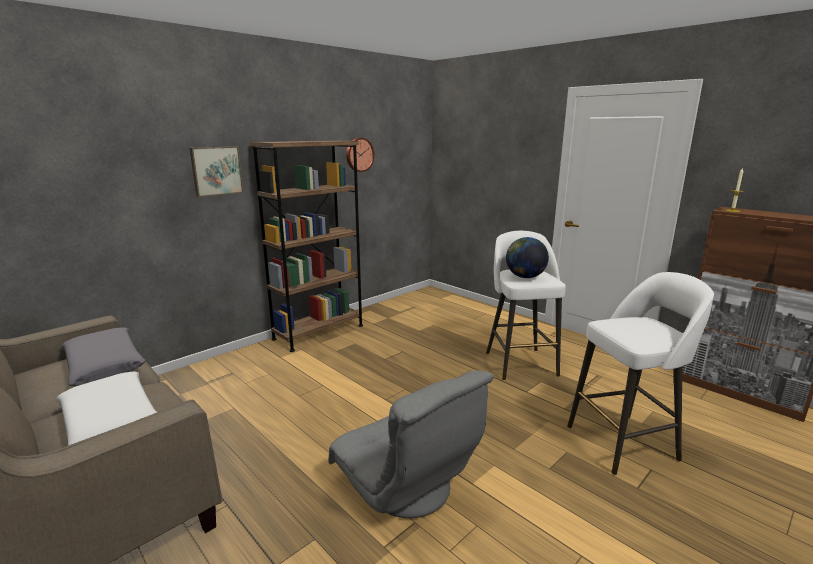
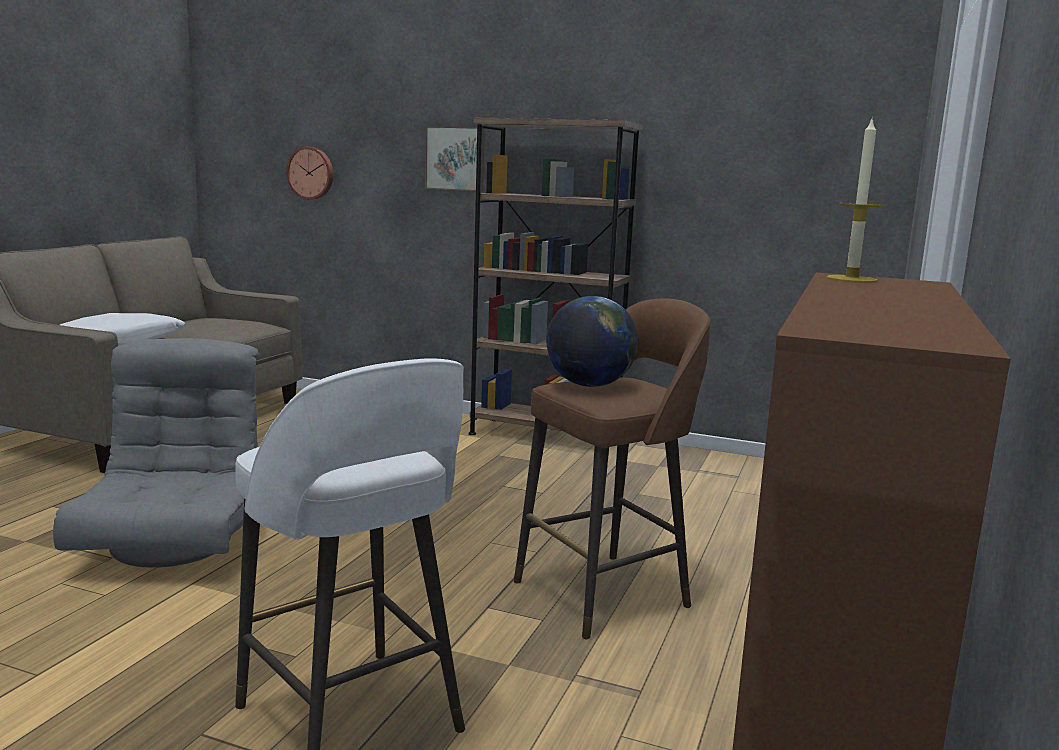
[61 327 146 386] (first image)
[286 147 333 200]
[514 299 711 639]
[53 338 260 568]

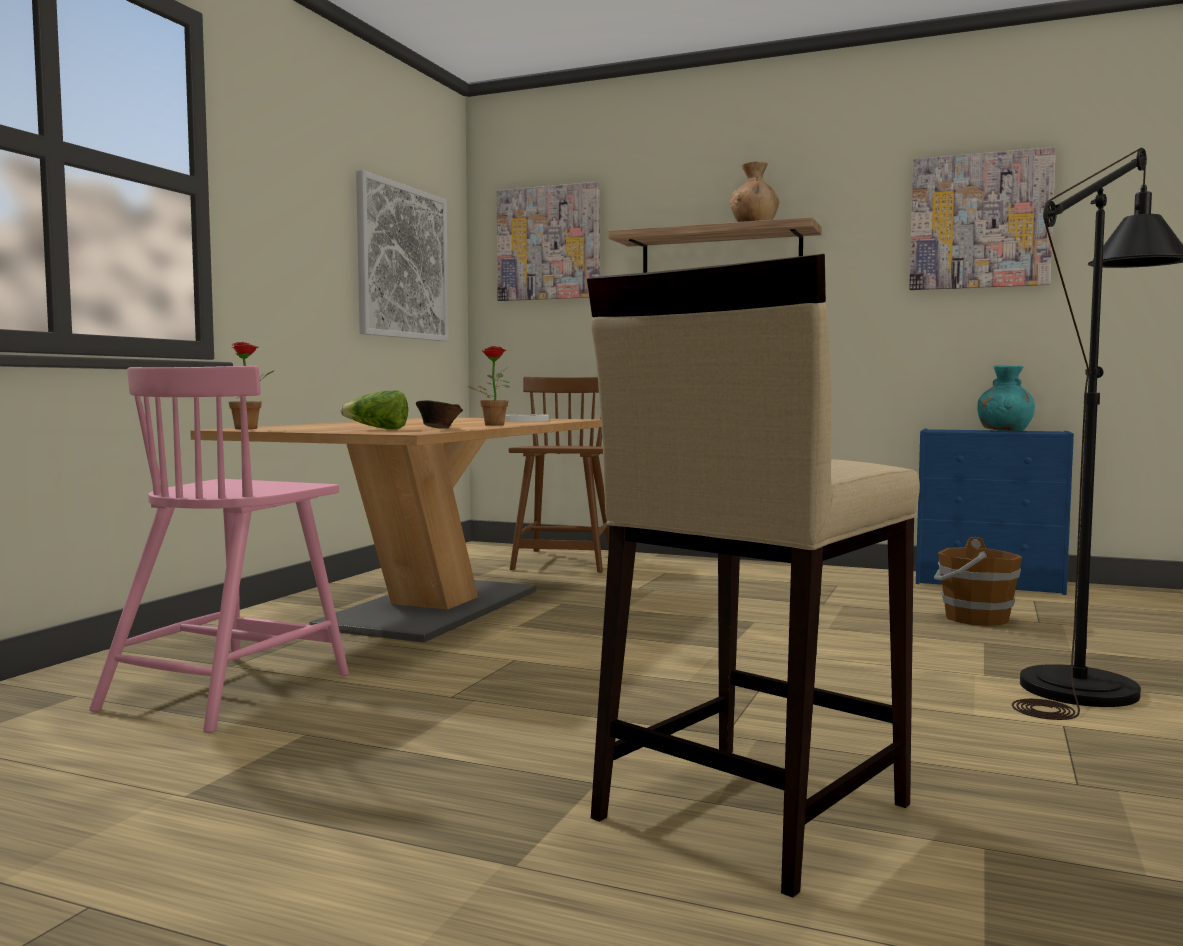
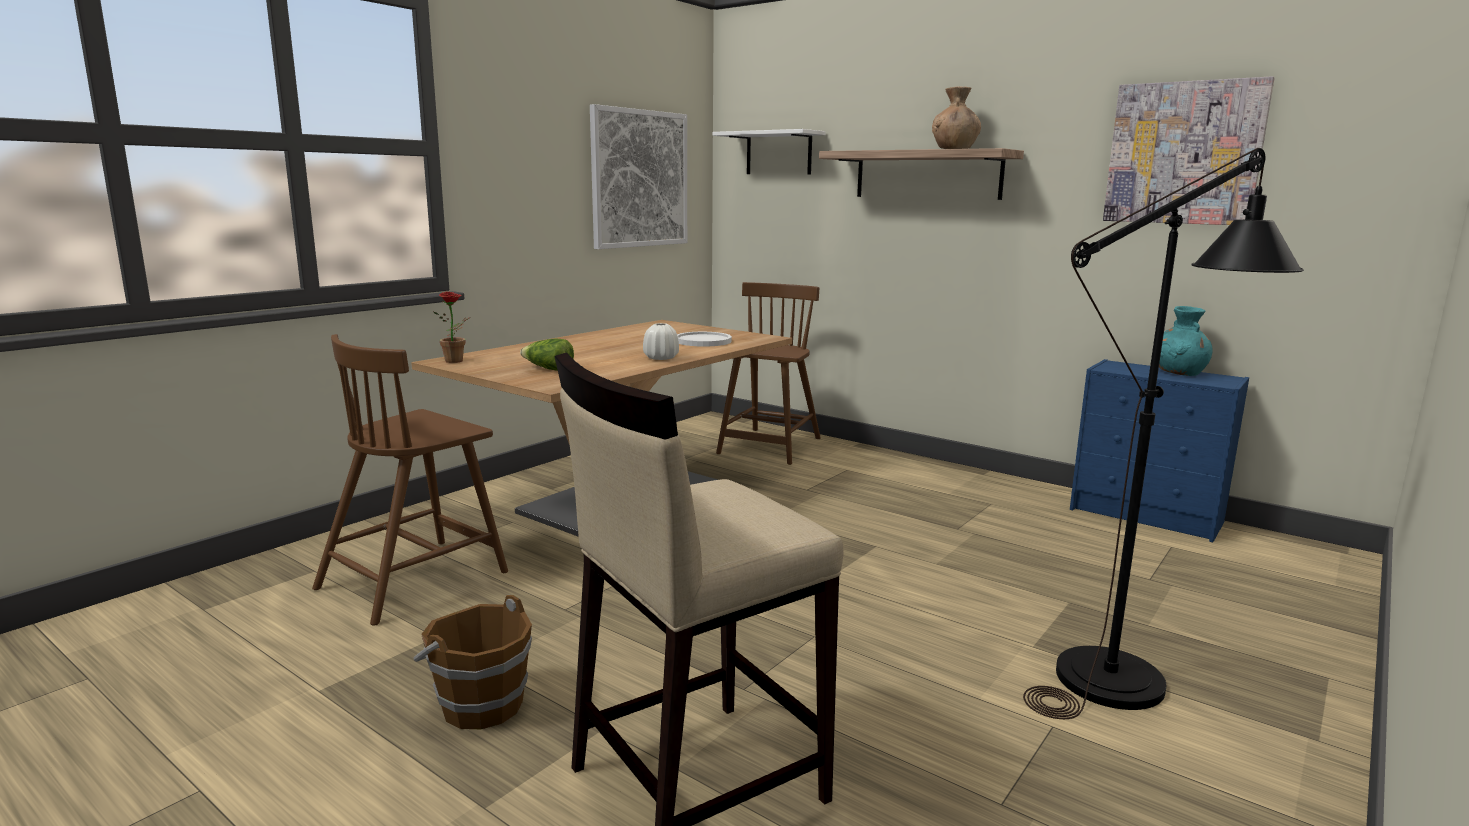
[416 400 463 429] (first image)
[414 595 532 729]
[643 323 679 360]
[712 129 826 175]
[312 334 508 626]

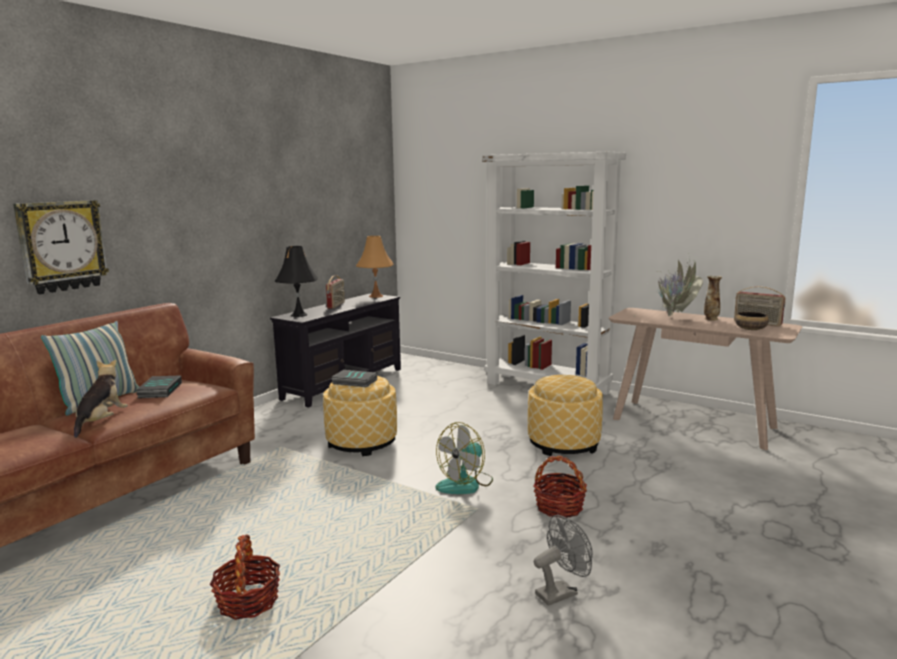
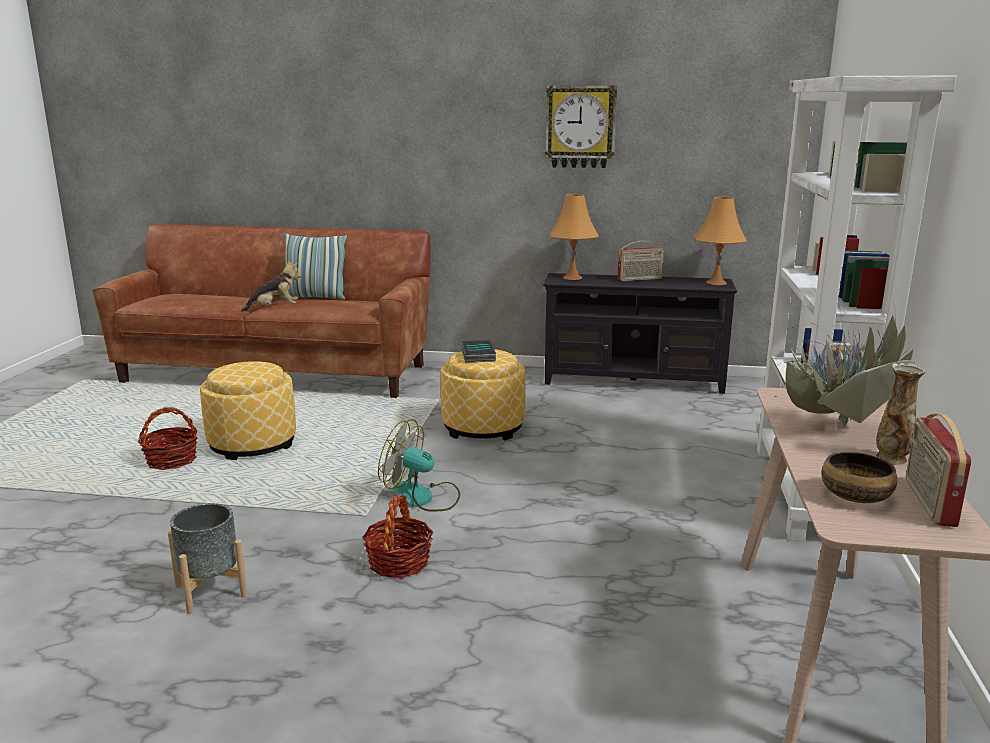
[136 375 182 398] (first image)
[545 85 617 168]
[200 361 296 460]
[168 503 248 614]
[549 194 599 280]

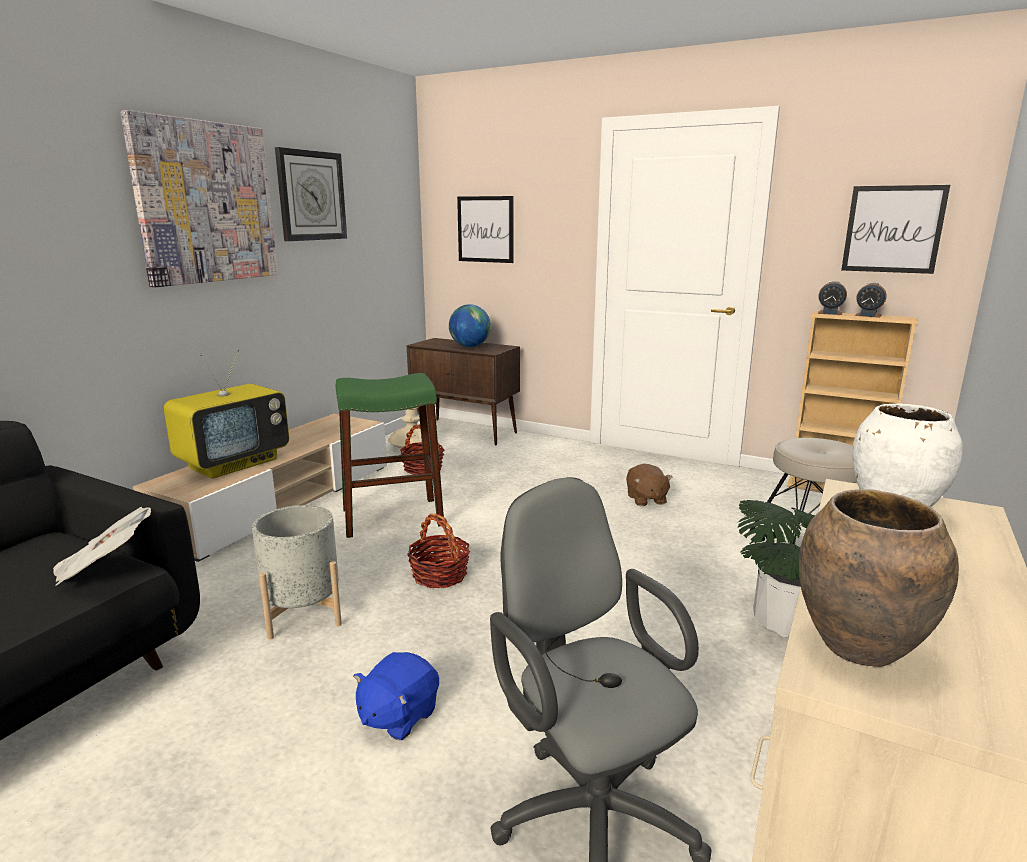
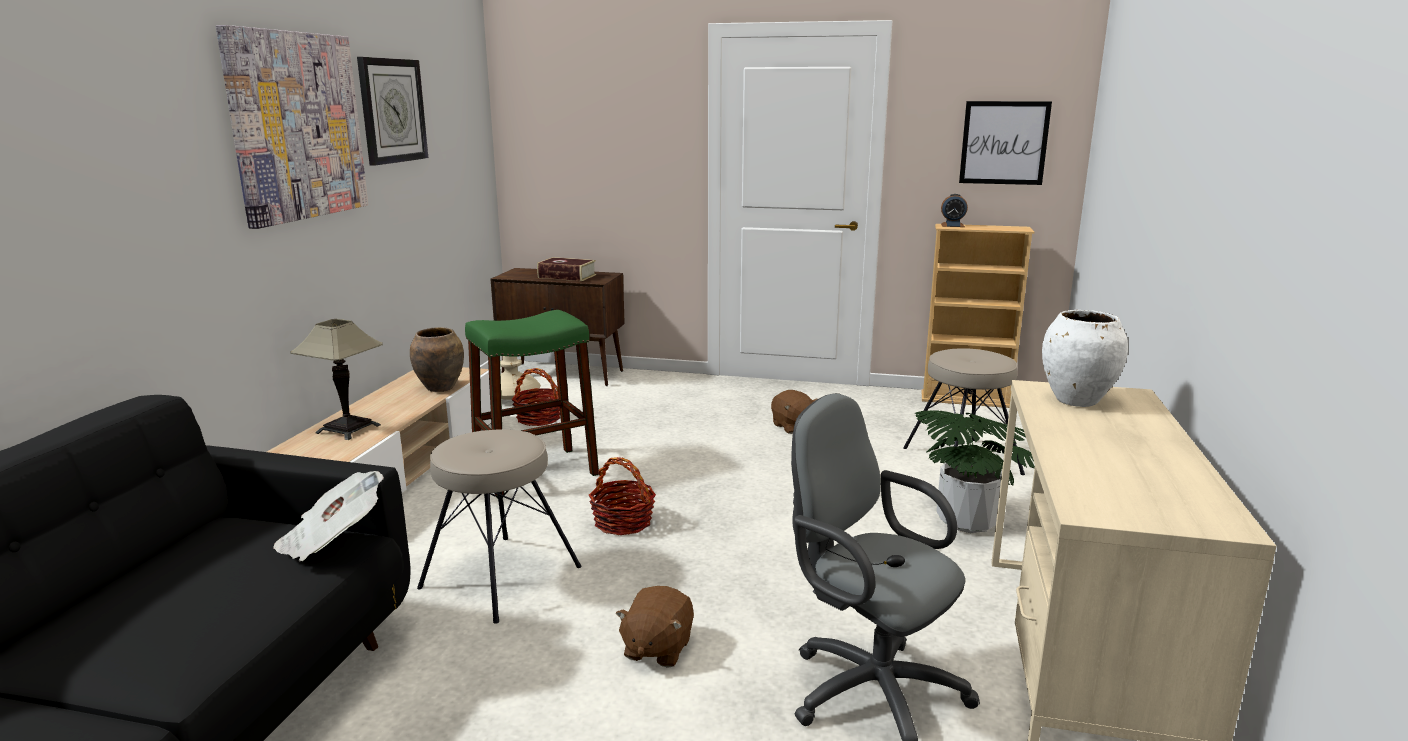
[457 196 514 263] (first image)
[855 282 886 318] (first image)
[410 327 464 392]
[290 319 383 440]
[417 429 582 624]
[537 257 596 281]
[616 586 694 667]

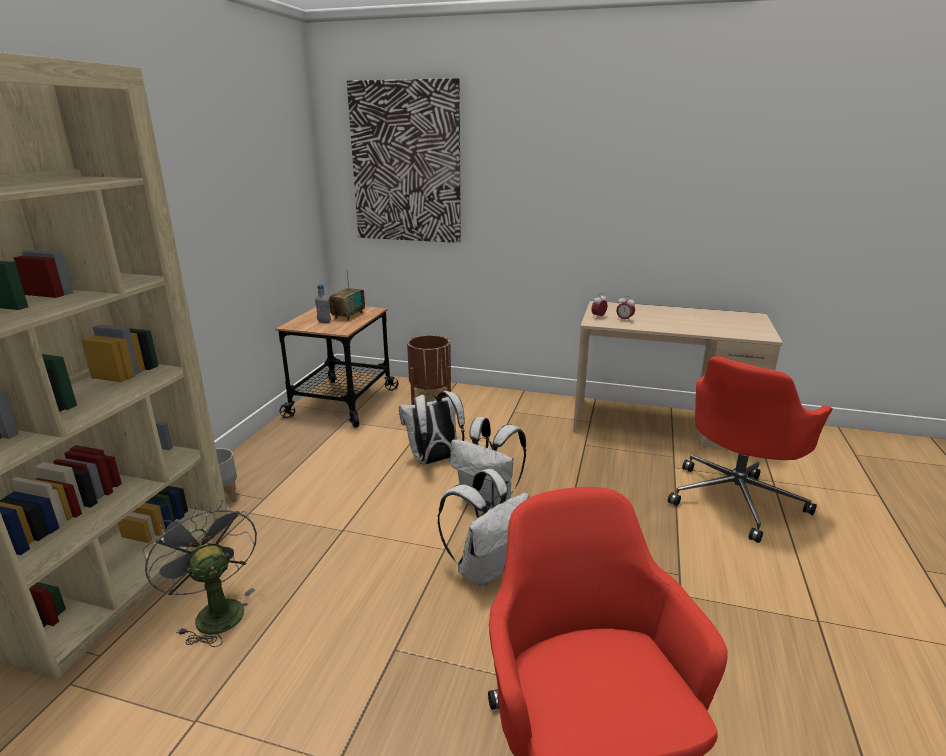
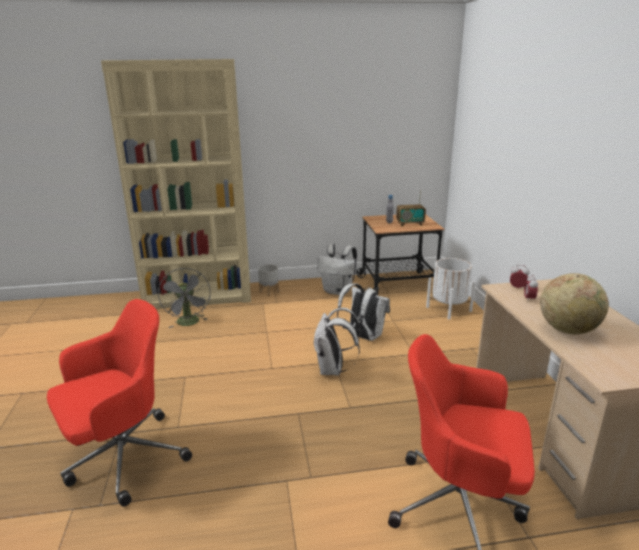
[347 78 461 243] (first image)
[540 273 608 335]
[317 243 357 295]
[426 258 476 320]
[158 268 211 328]

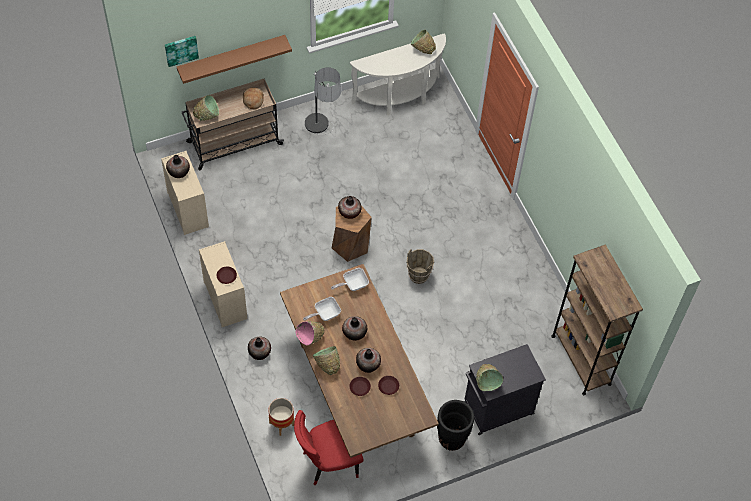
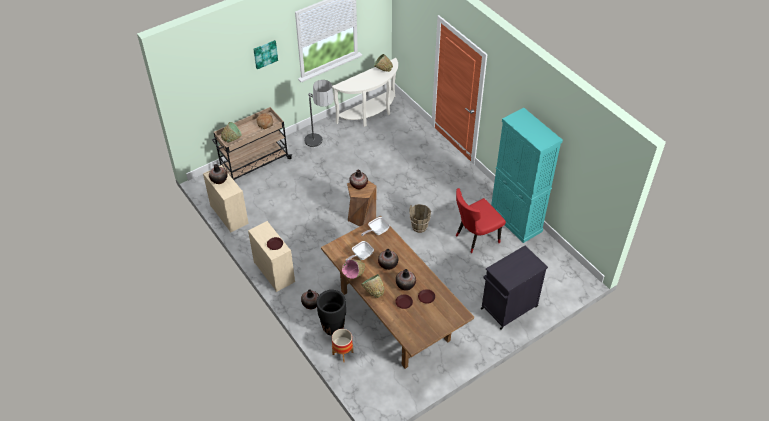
[177 35 292 84] (first image)
[476 364 503 391] (first image)
[551 245 643 395] (first image)
[491 108 563 243]
[253 40 278 69]
[456 188 506 253]
[317 290 346 336]

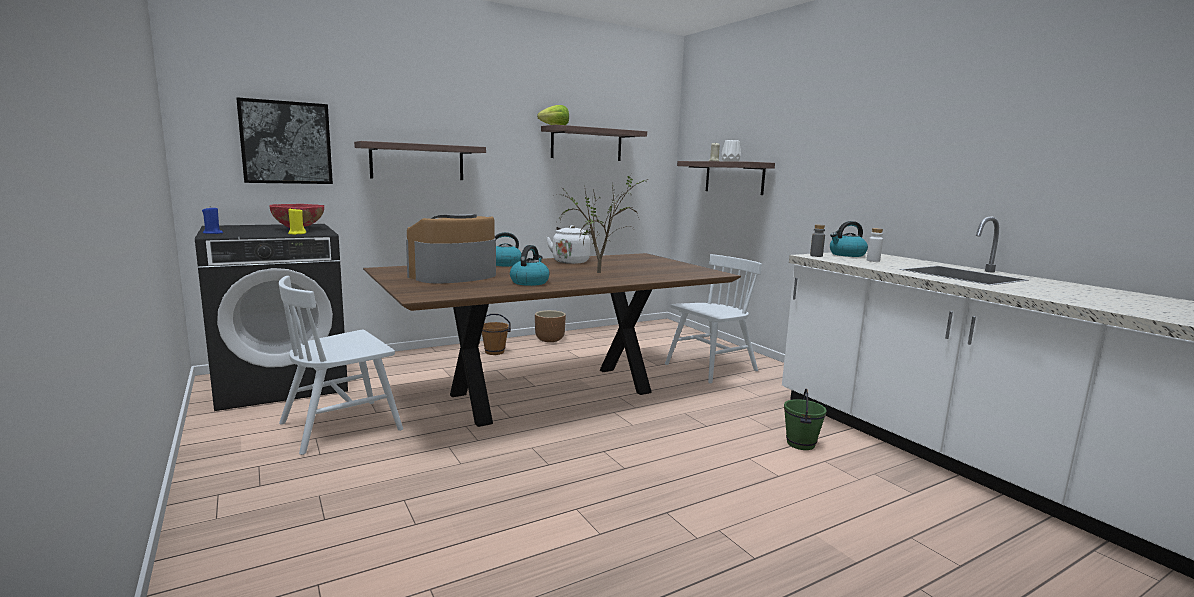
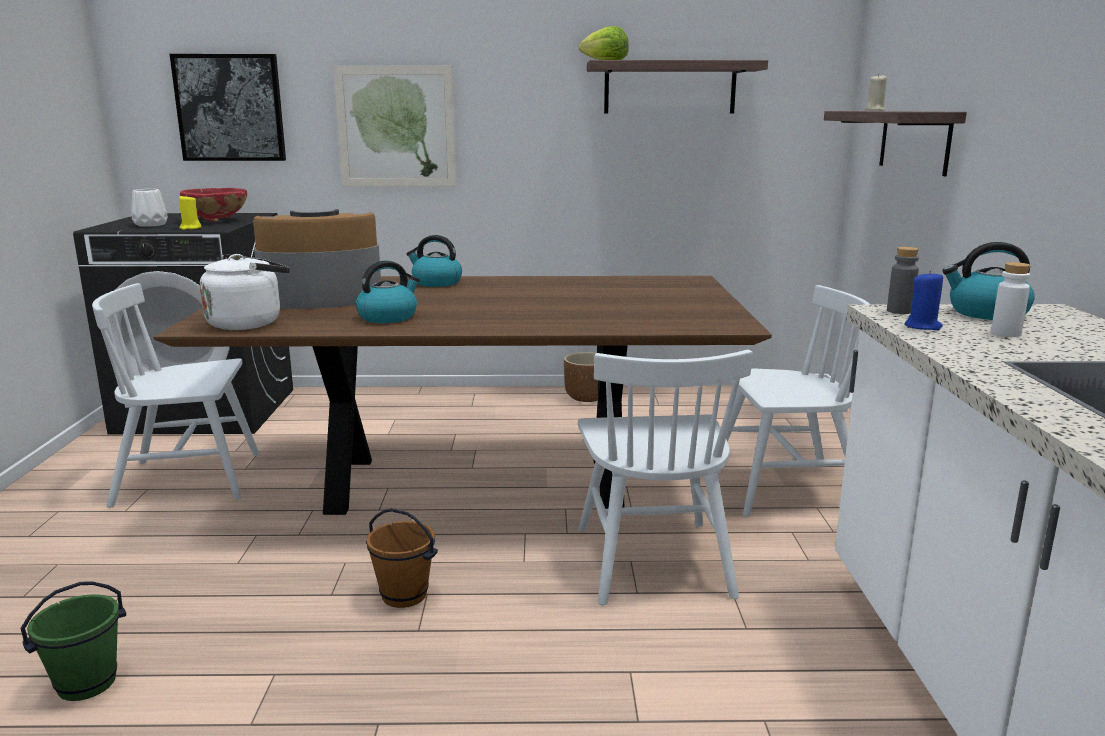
[559 176 648 273] (first image)
[578 350 753 606]
[904 271 943 330]
[366 508 438 608]
[200 254 290 330]
[132 189 168 227]
[20 581 126 701]
[333 66 456 187]

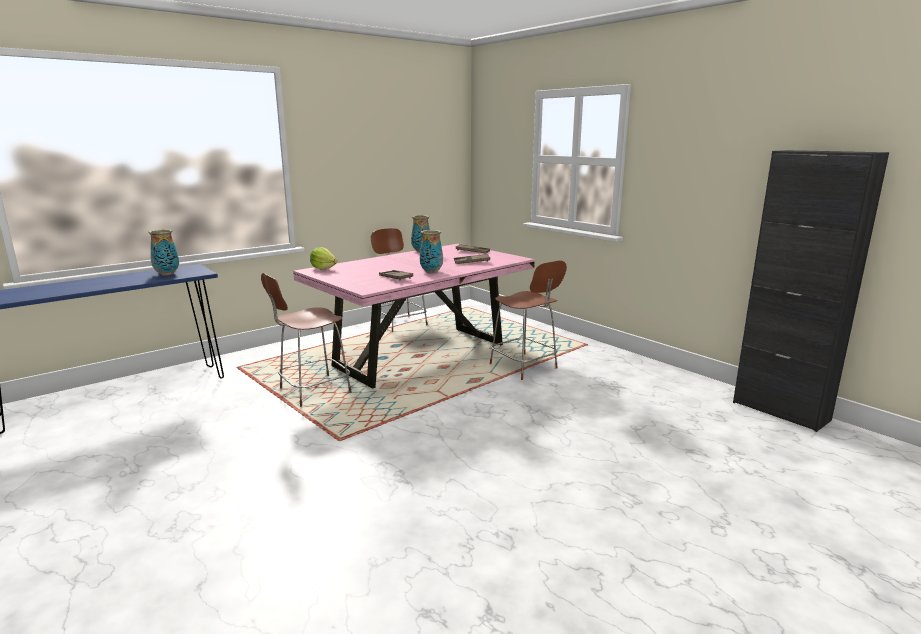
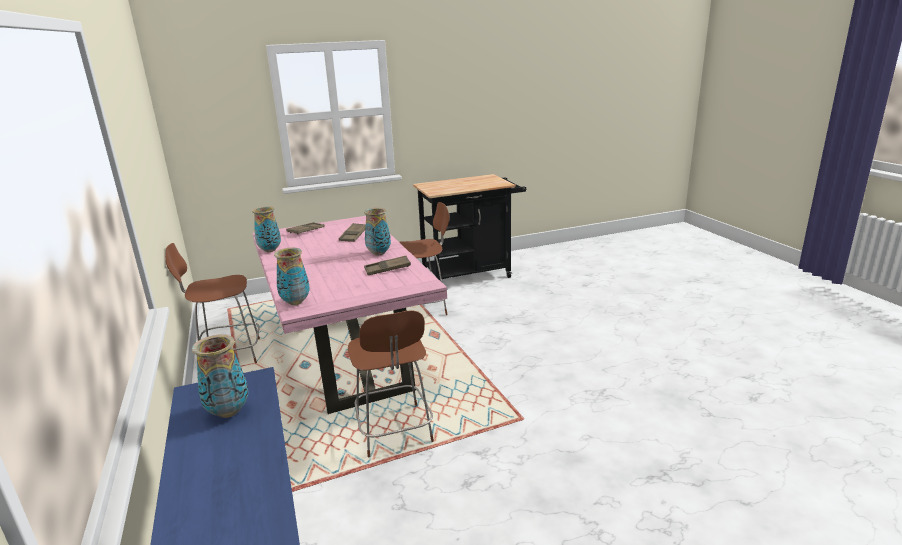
[733 150 889 432] (first image)
[413 174 526 280]
[274 248 310 305]

